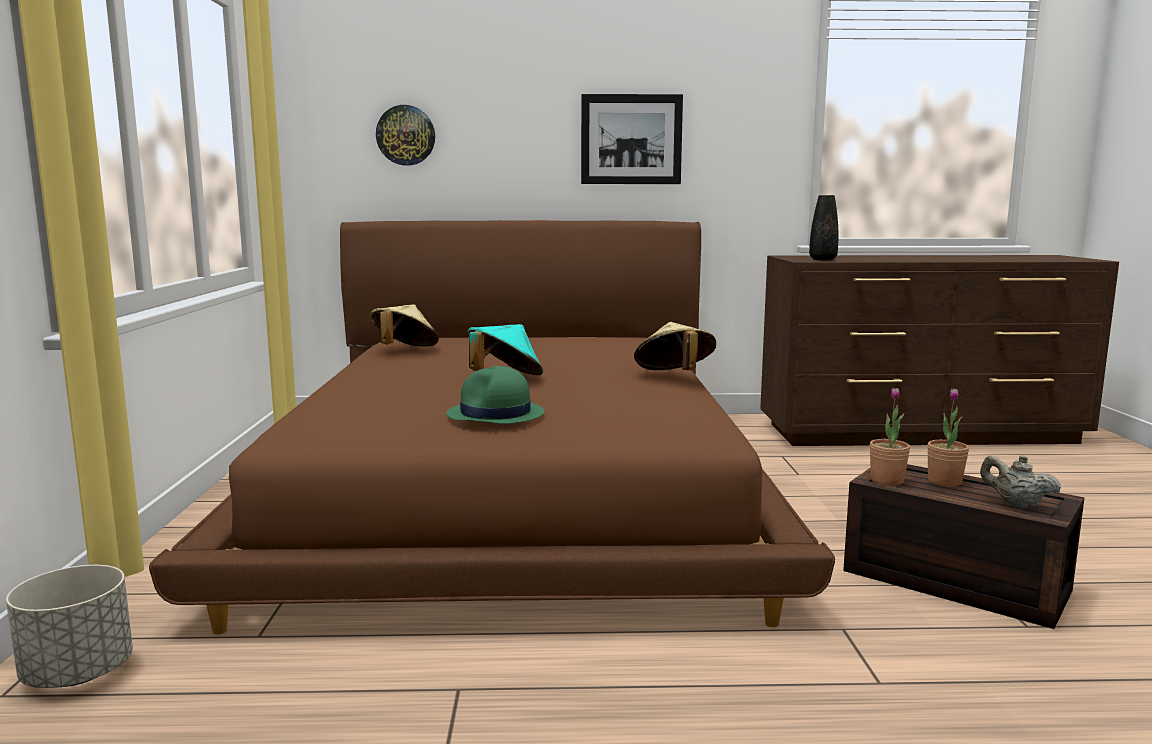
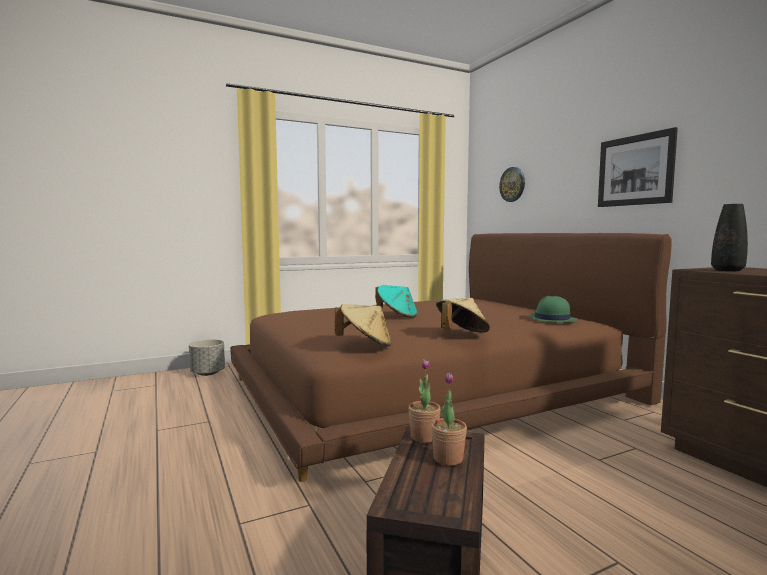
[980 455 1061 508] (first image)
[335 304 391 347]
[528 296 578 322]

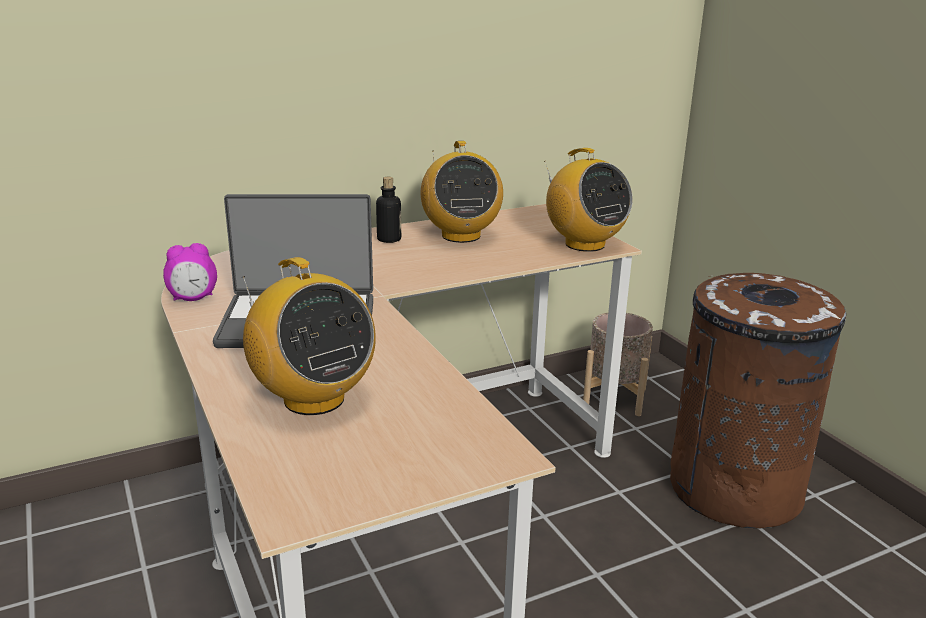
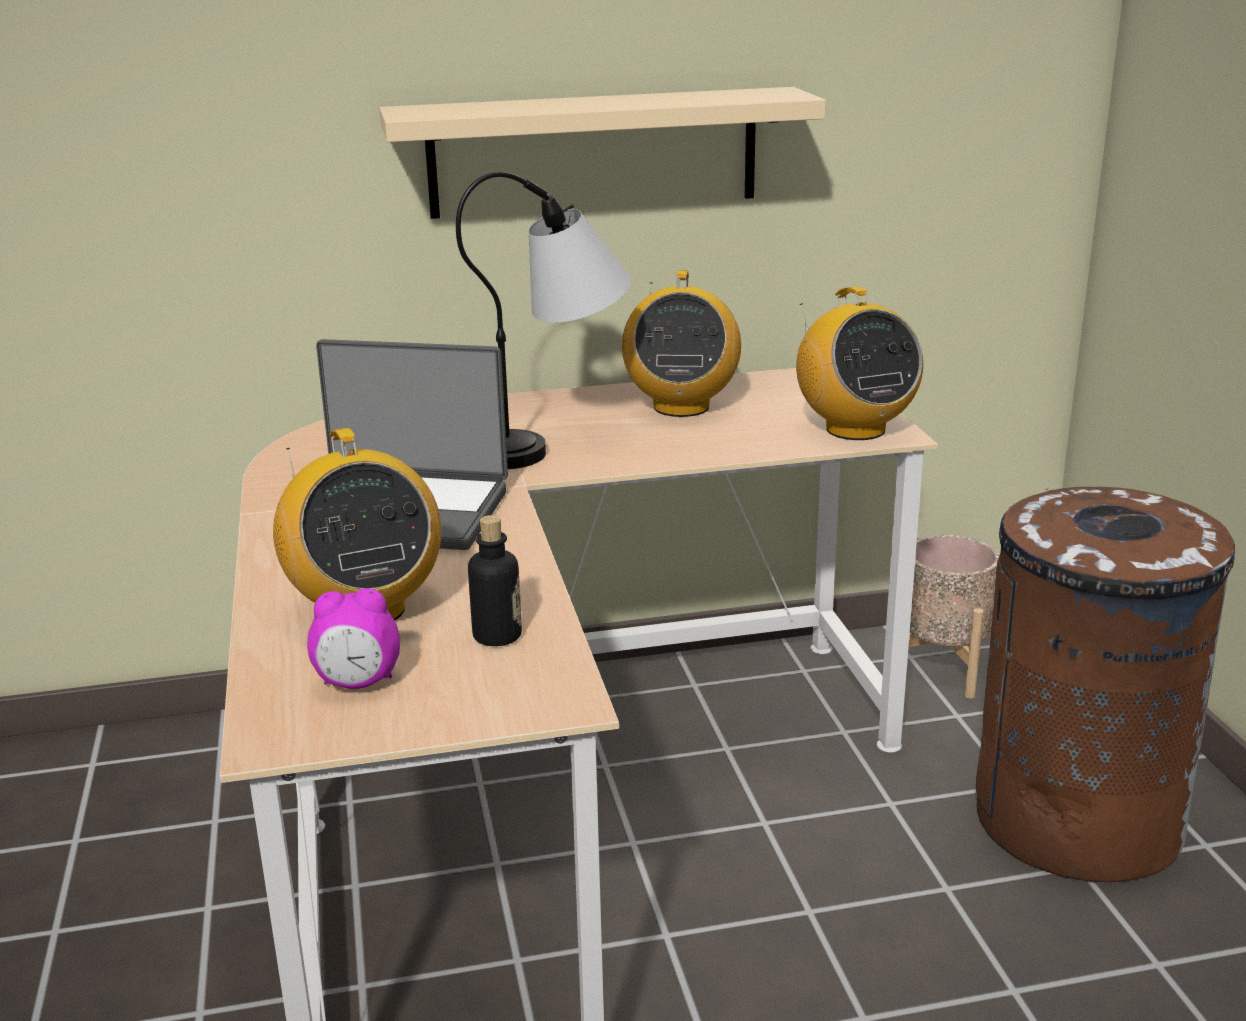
[379 87 826 219]
[456 172 631 469]
[307 588 400 689]
[468 515 522 646]

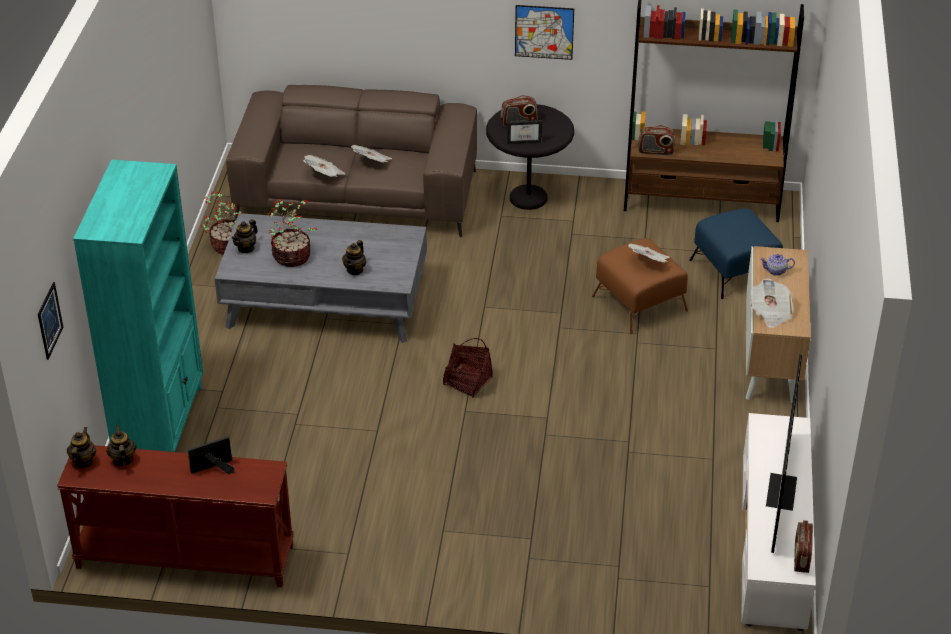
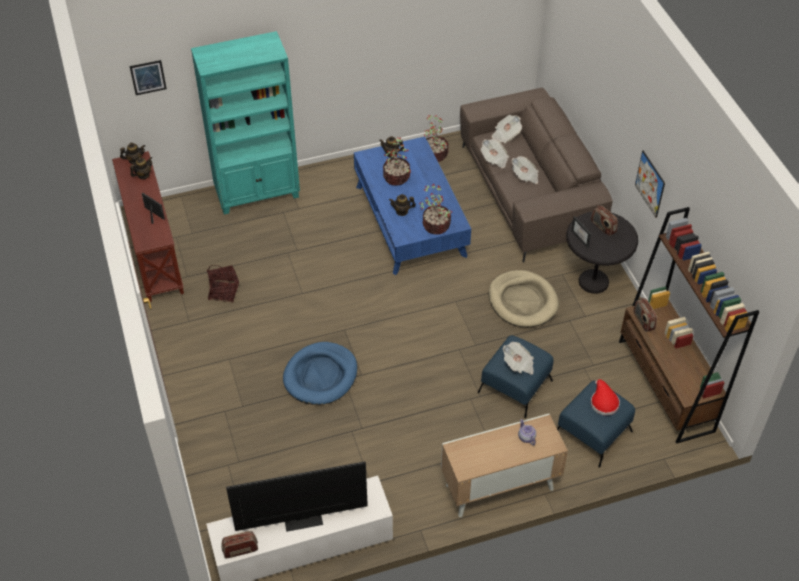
[283 342 357 405]
[419 184 452 234]
[489 270 559 327]
[591 379 620 415]
[207 265 239 303]
[491 115 522 143]
[354 137 471 275]
[478 335 554 418]

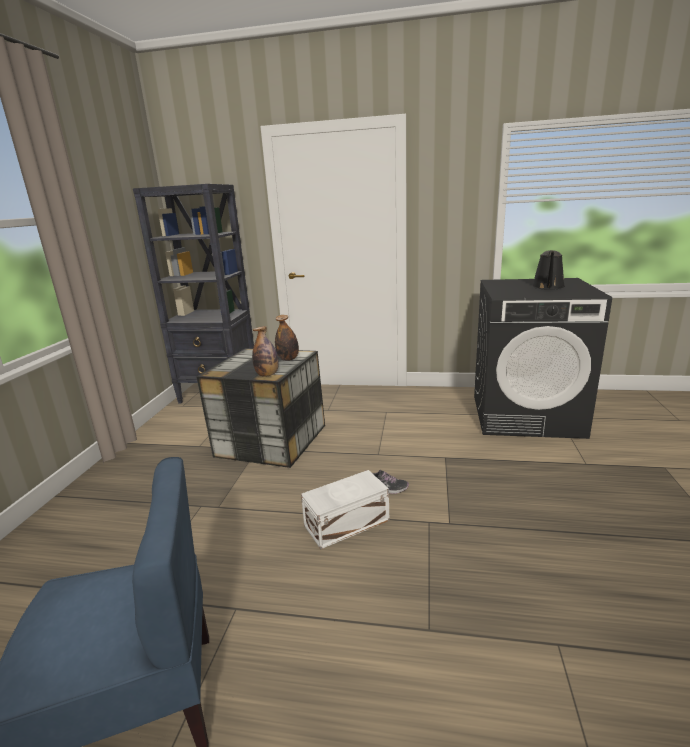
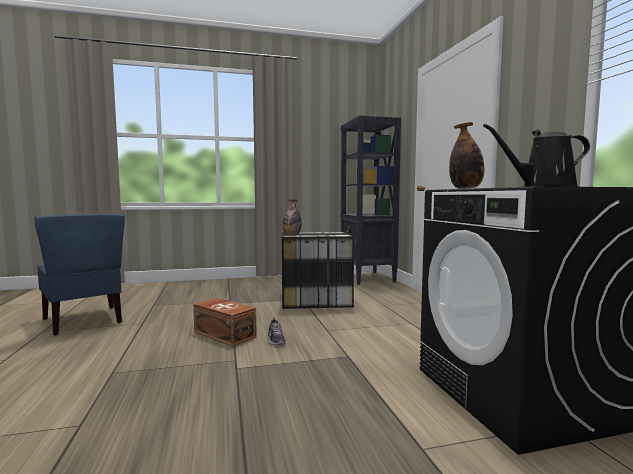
[449 122 484 189]
[193 298 257 347]

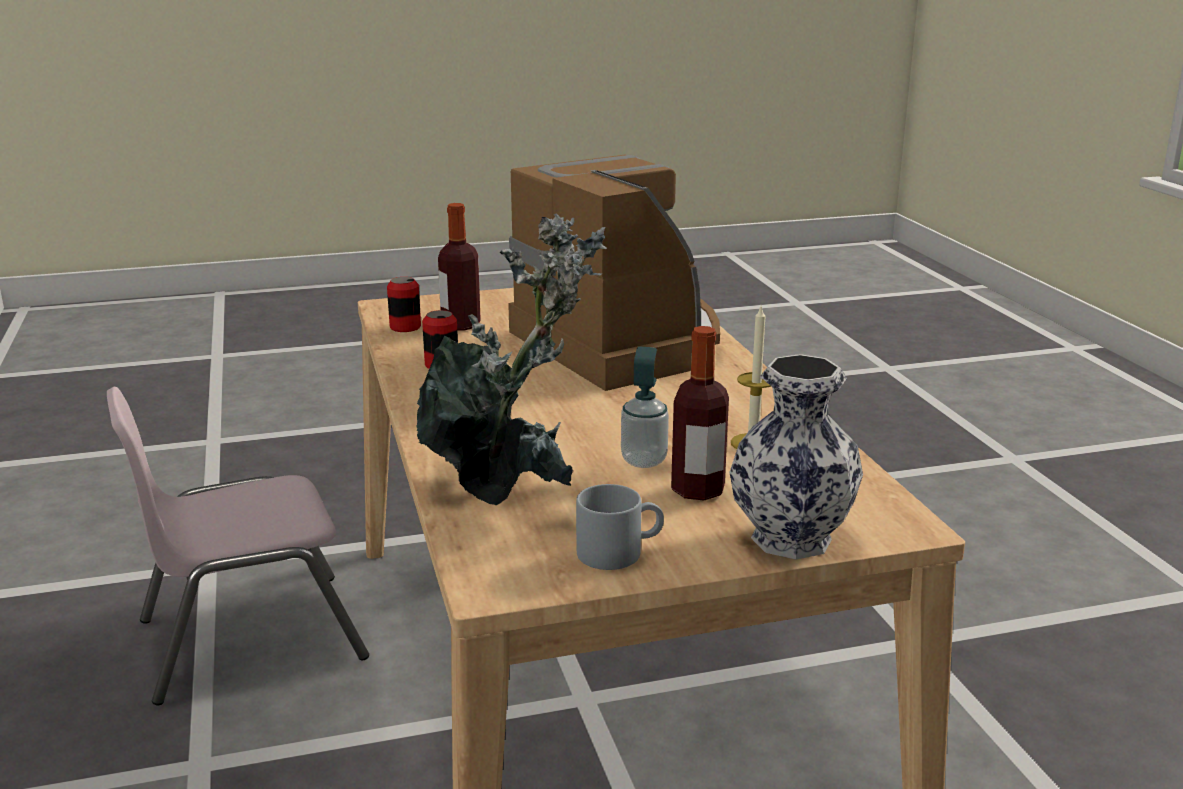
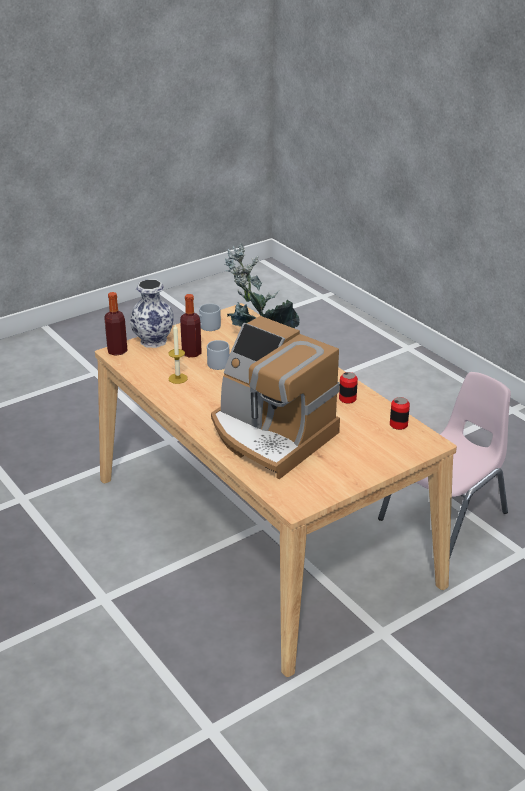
[104 292 128 356]
[207 340 229 370]

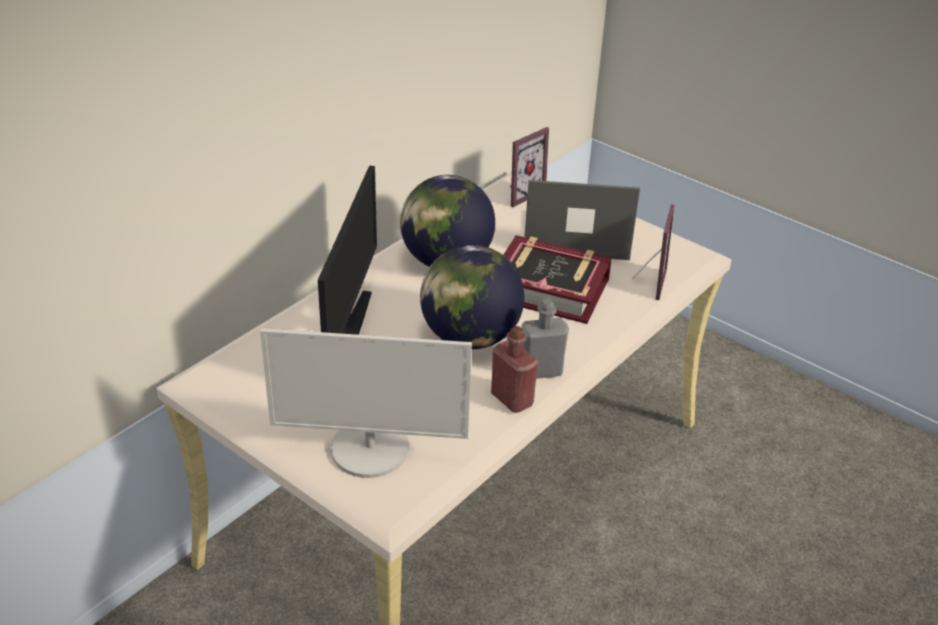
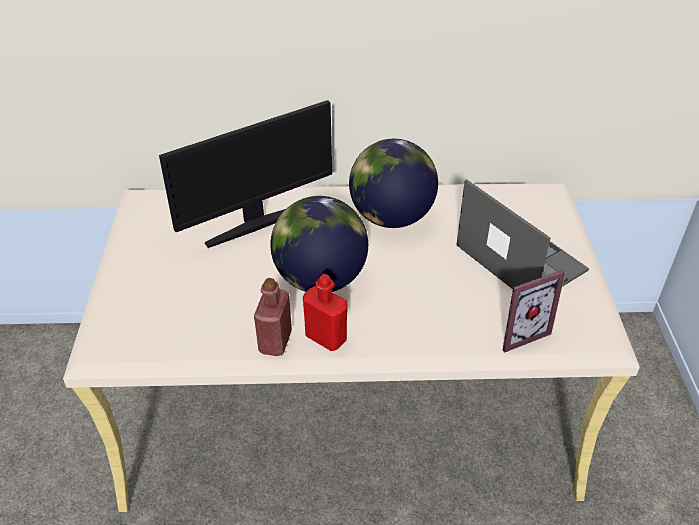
[260 328 472 478] (first image)
[503 235 612 324] (first image)
[509 127 549 207] (first image)
[303 274 348 351]

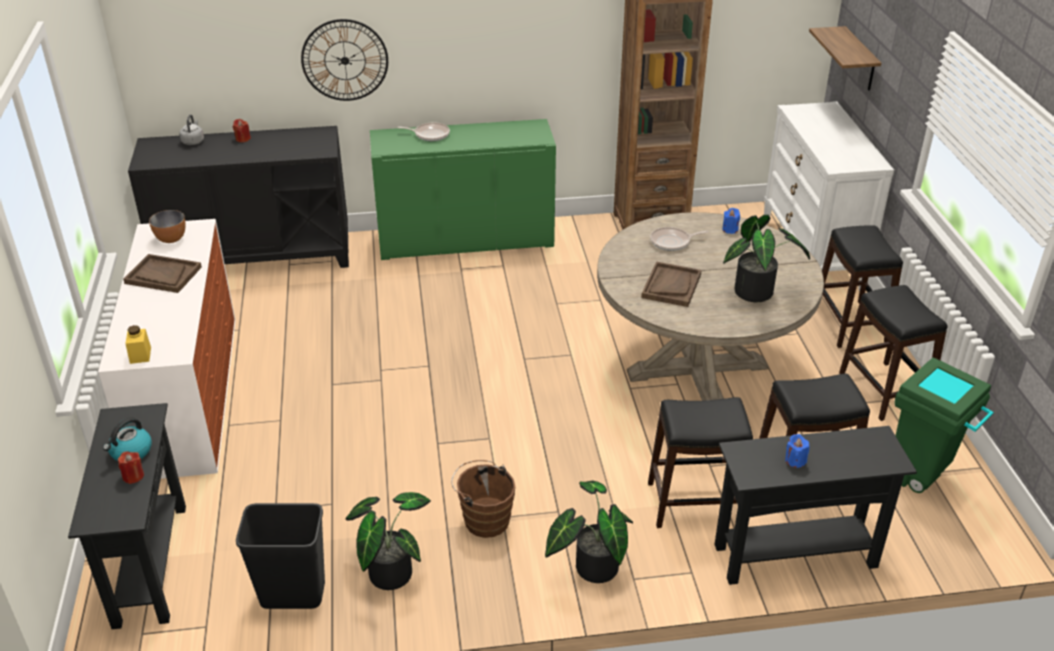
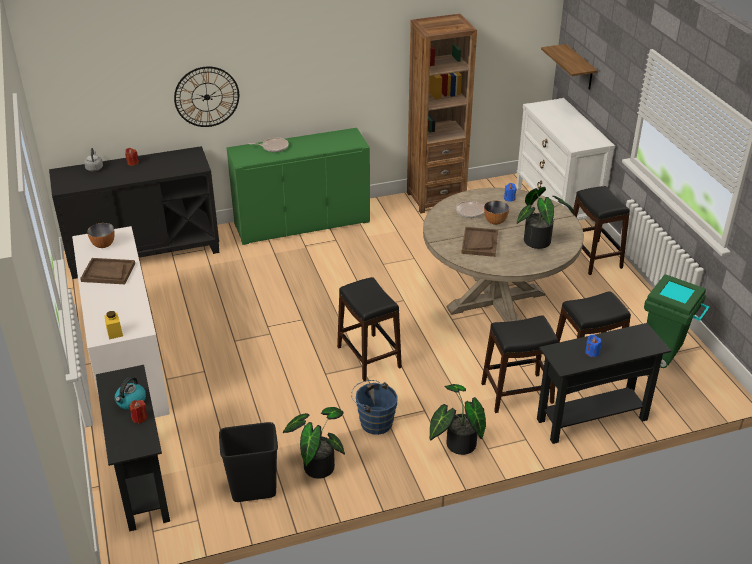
[484 200 509 225]
[337 277 402 381]
[351 380 398 435]

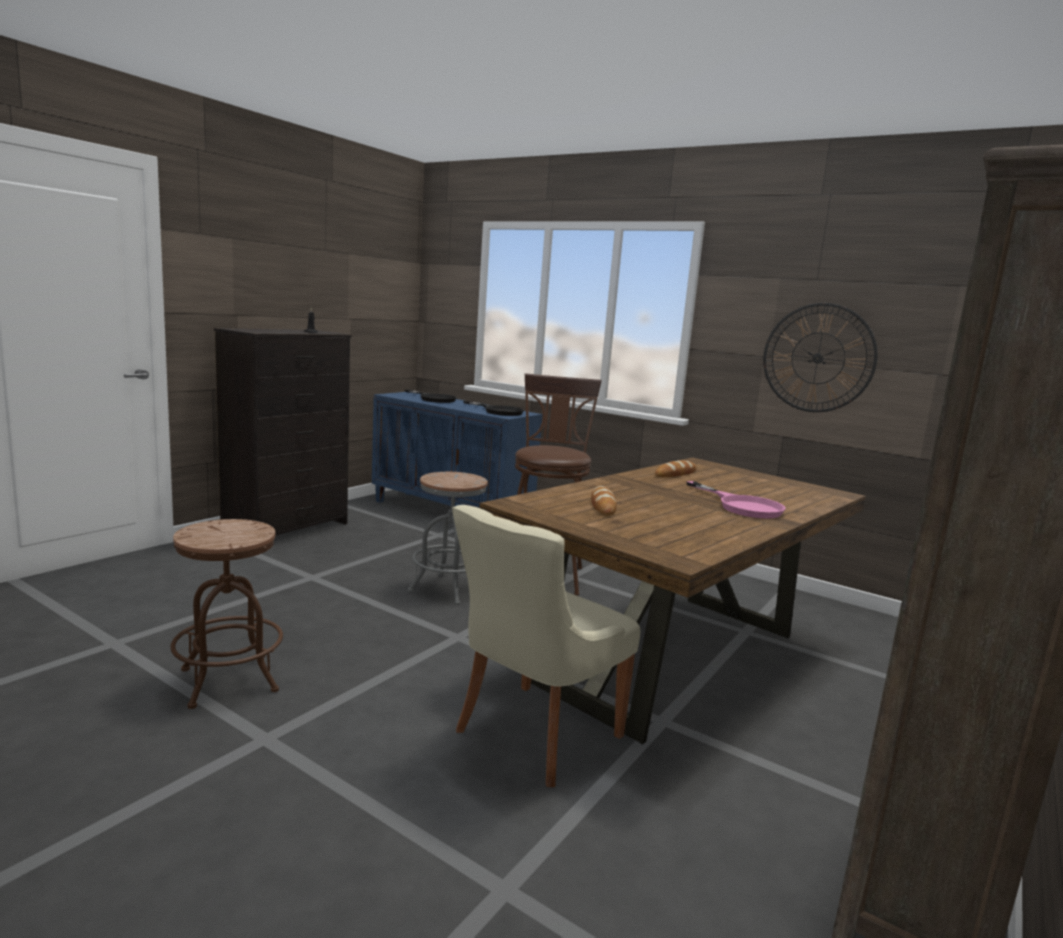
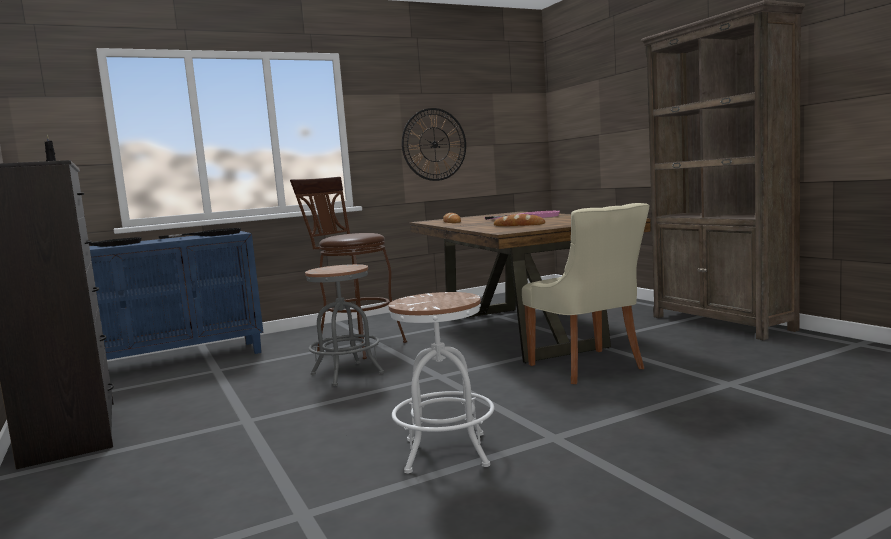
[388 292 494 474]

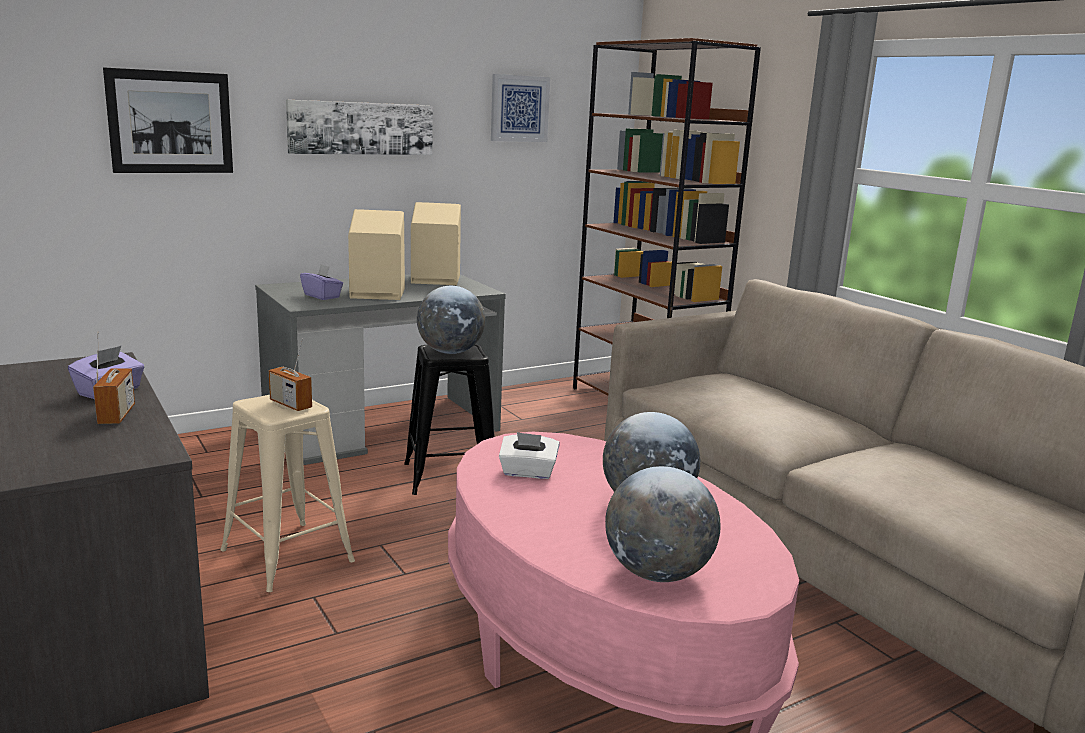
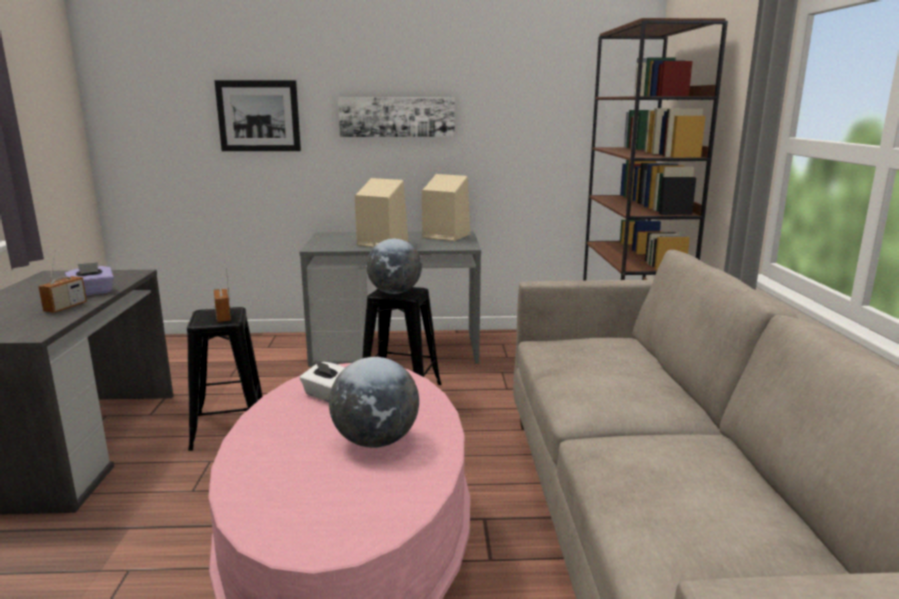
[300 264 343 300] (first image)
[491 74 550 142] (first image)
[605 466 720 582] (first image)
[187 307 263 451]

